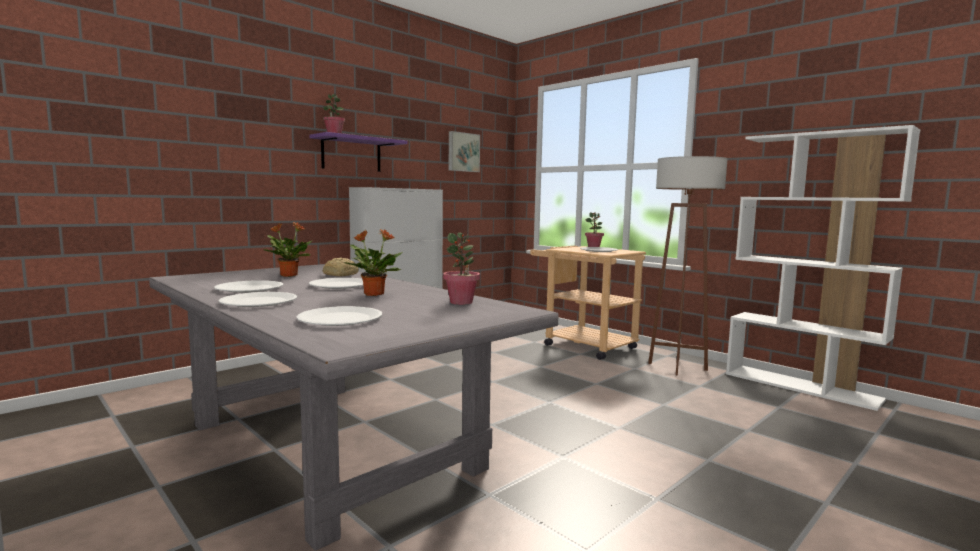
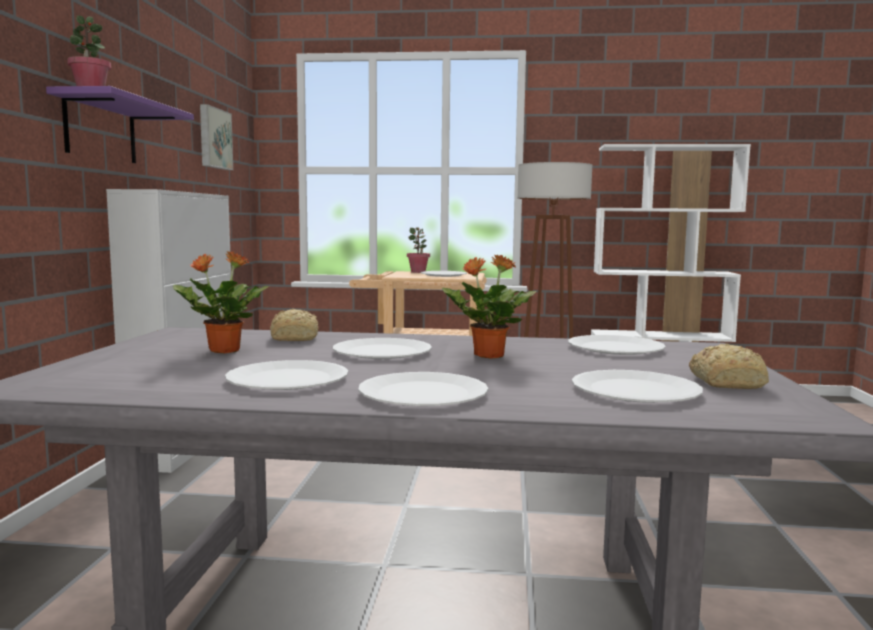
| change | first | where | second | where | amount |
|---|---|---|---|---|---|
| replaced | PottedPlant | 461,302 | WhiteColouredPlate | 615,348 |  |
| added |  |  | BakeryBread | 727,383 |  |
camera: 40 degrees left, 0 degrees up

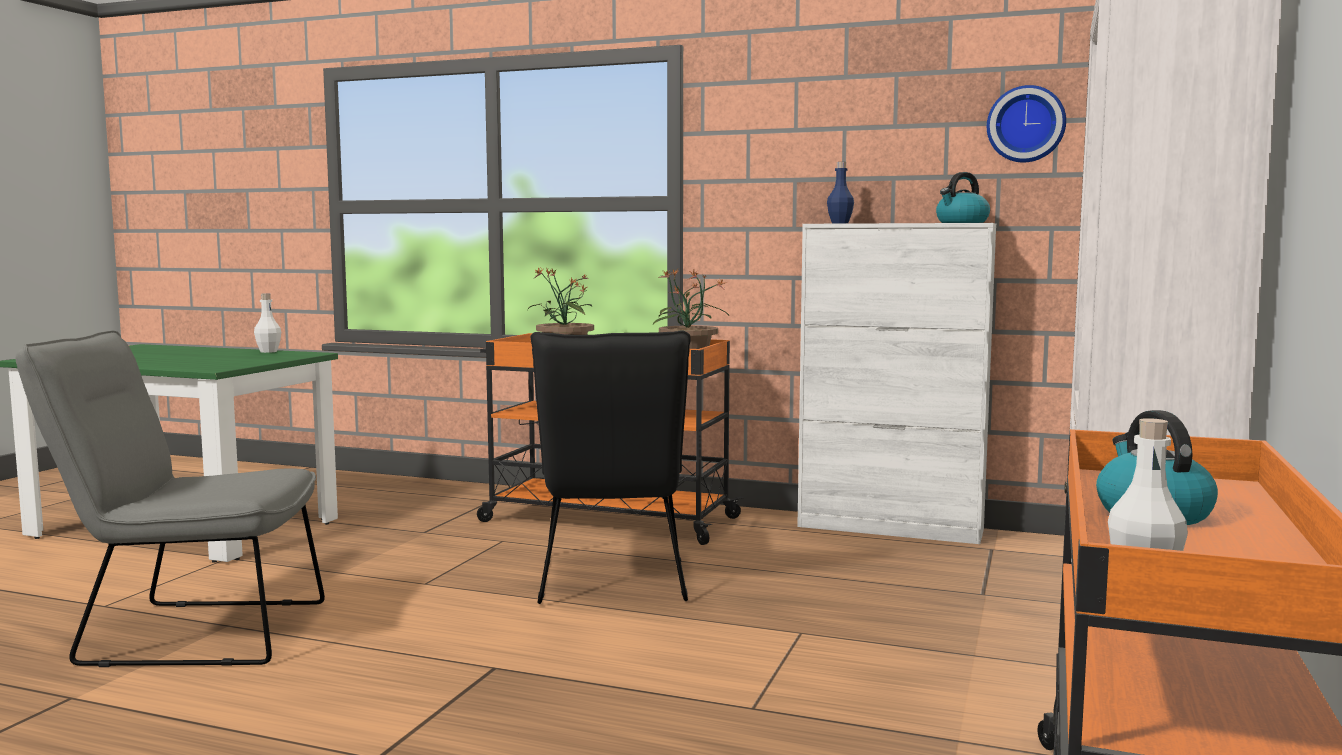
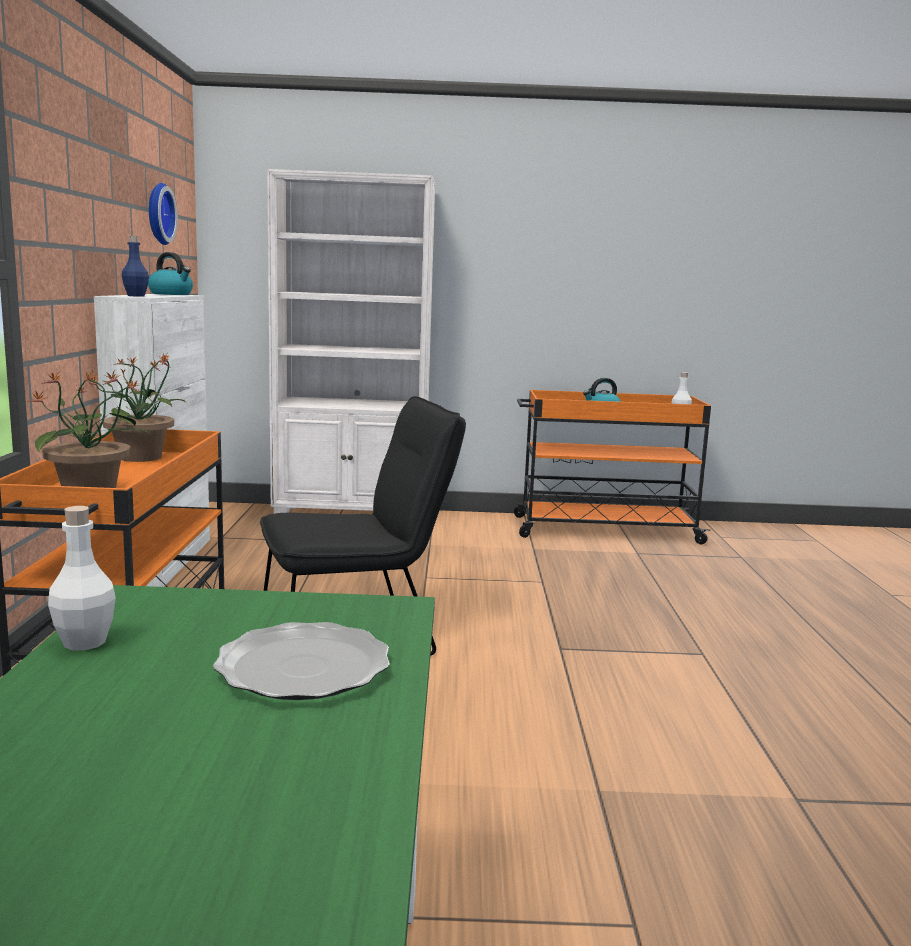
| change | first | where | second | where | amount |
|---|---|---|---|---|---|
| removed | GreyishPlainChair | 189,633 |  |  |  |
| added |  |  | Plate | 303,668 |  |
camera: 110 degrees left, 5 degrees up

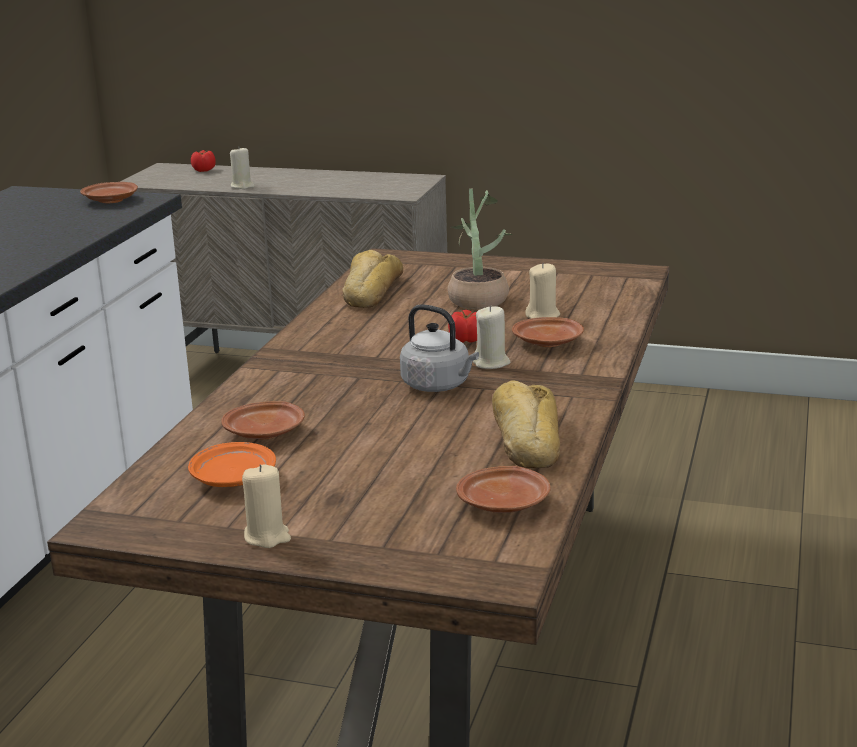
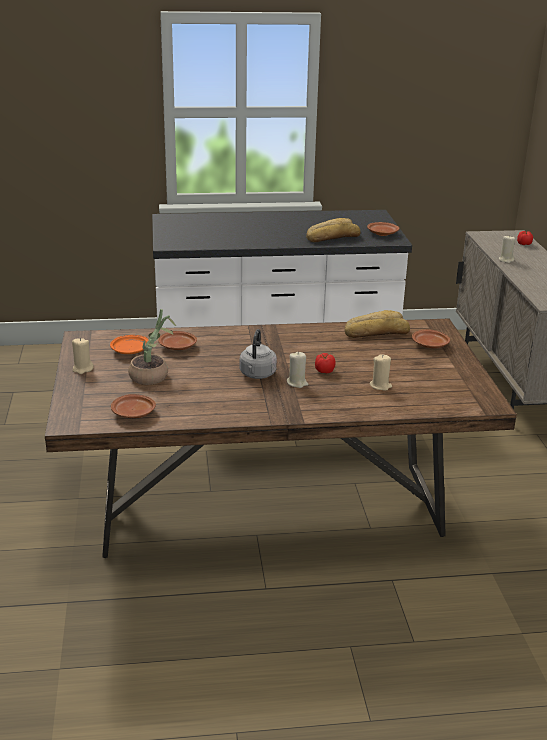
| change | first | where | second | where | amount |
|---|---|---|---|---|---|
| moved | PottedPlant | 477,298 |  | 153,376 |  |
| moved | BakeryBread | 525,438 |  | 332,237 |  |
| moved | BrownColouredPlate | 549,342 |  | 430,345 |  |
camera: 65 degrees right, 5 degrees up

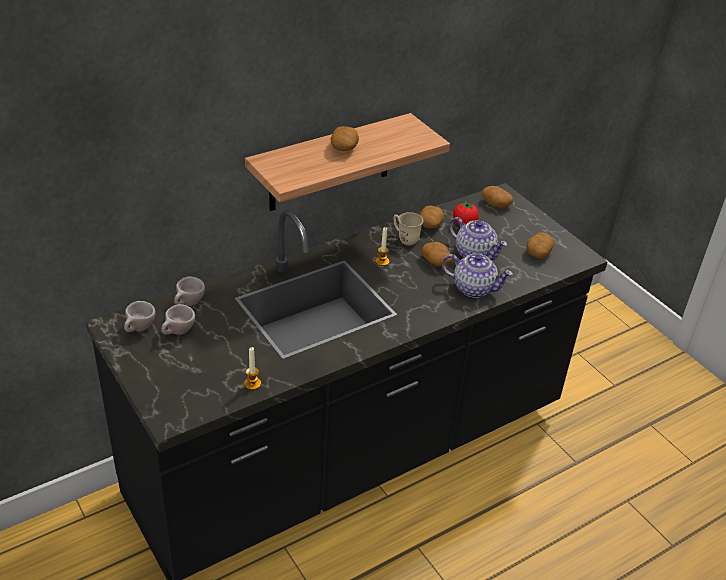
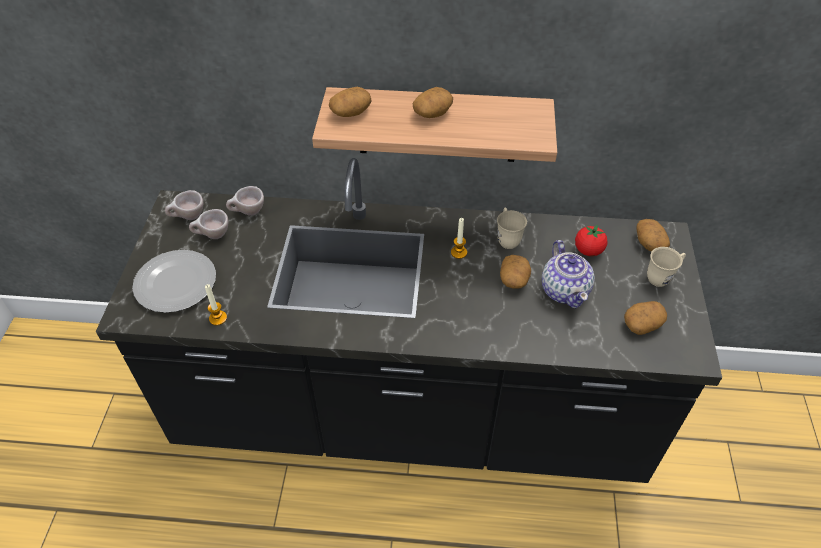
| change | first | where | second | where | amount |
|---|---|---|---|---|---|
| moved | Spud | 430,225 |  | 351,112 |  |
| removed | PotForTea | 473,288 |  |  |  |
| added |  |  | Plate | 176,282 |  |
| added |  |  | BeigeColouredMug | 662,277 |  |
camera: 40 degrees right, 10 degrees up

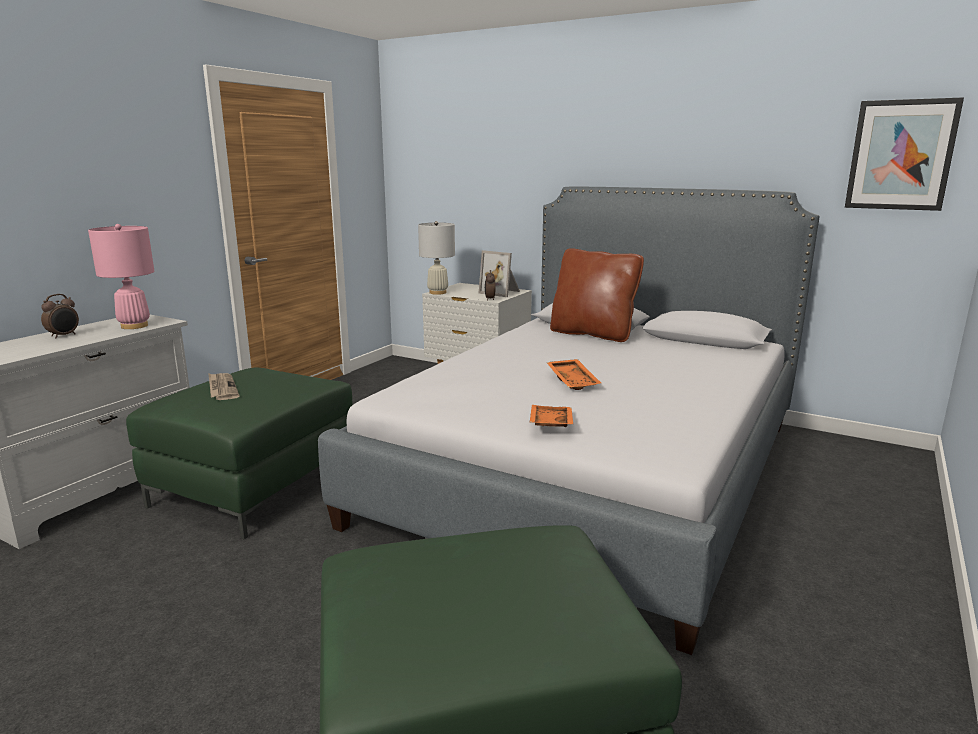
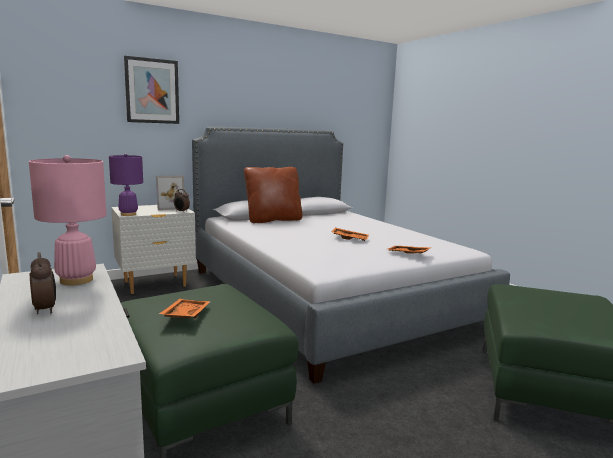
| change | first | where | second | where | amount |
|---|---|---|---|---|---|
| replaced | Newspaper | 222,388 | OrangeyCarryingTray | 185,315 |  |
| recoloured | WhiteColouredLampForATable | 438,292 | PurpleLampForATable | 128,214 |  |
| moved | WallPicture | 900,155 |  | 152,91 |  |
camera: 60 degrees left, 5 degrees down

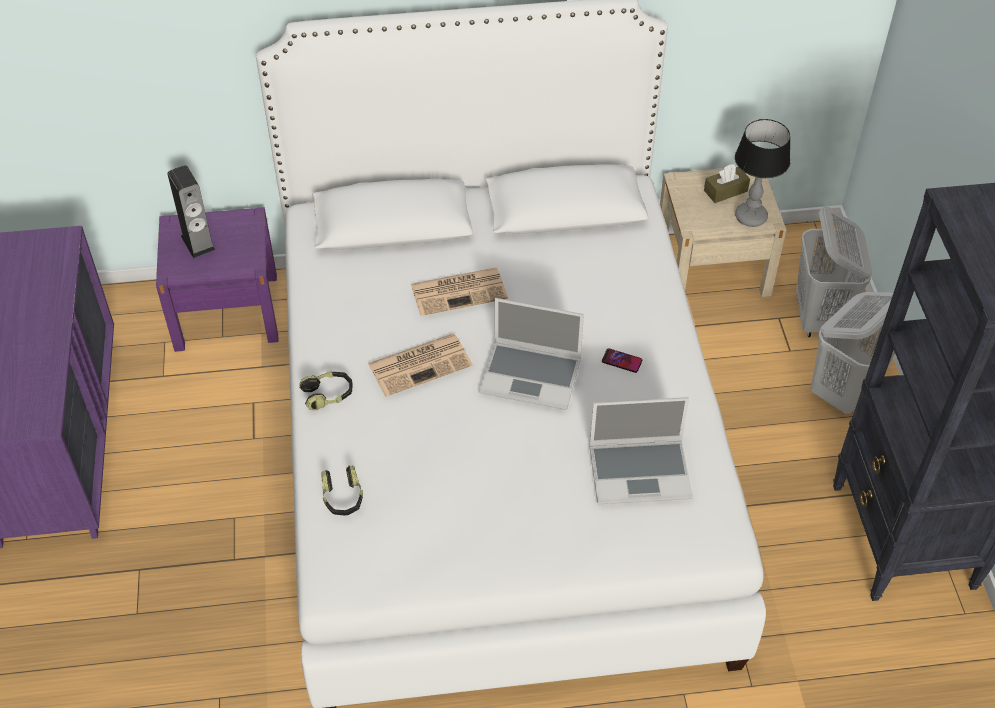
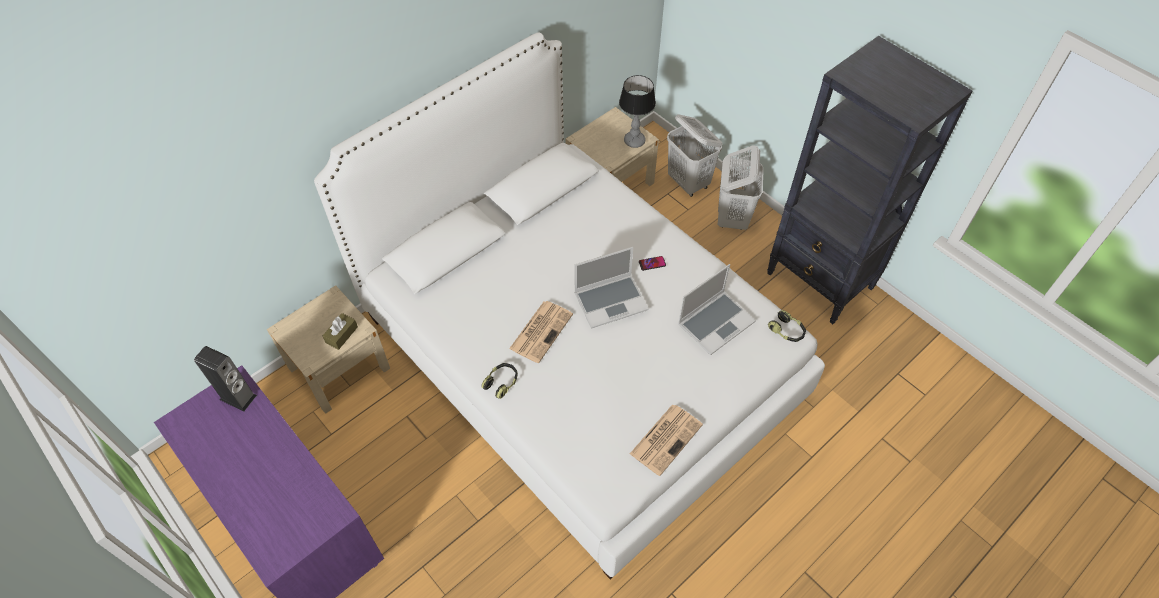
| change | first | where | second | where | amount |
|---|---|---|---|---|---|
| recoloured | PurpleNightstand | 226,311 | BeigeColouredNightstand | 339,368 |  |
| moved | AudioSpeaker | 198,243 |  | 238,397 |  |
| moved | Headphones | 343,497 |  | 786,331 |  |
| moved | Newspaper | 460,291 |  | 666,438 |  |
| moved | BrownColouredTissueHolder | 725,191 |  | 341,335 |  |
camera: 35 degrees left, 5 degrees up

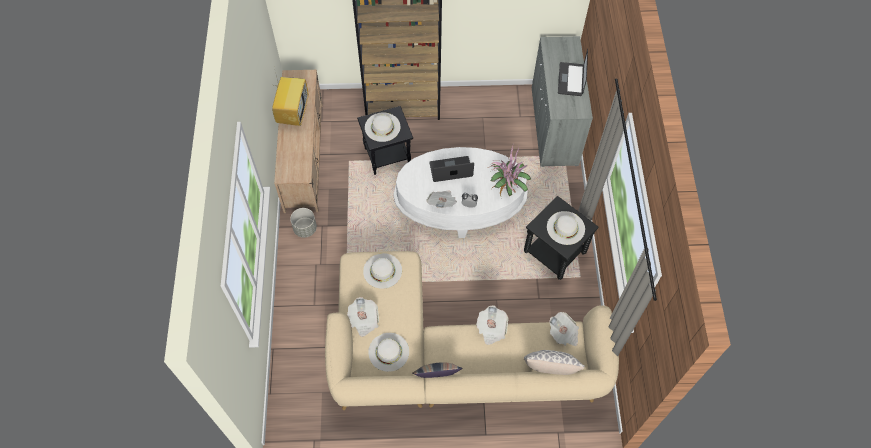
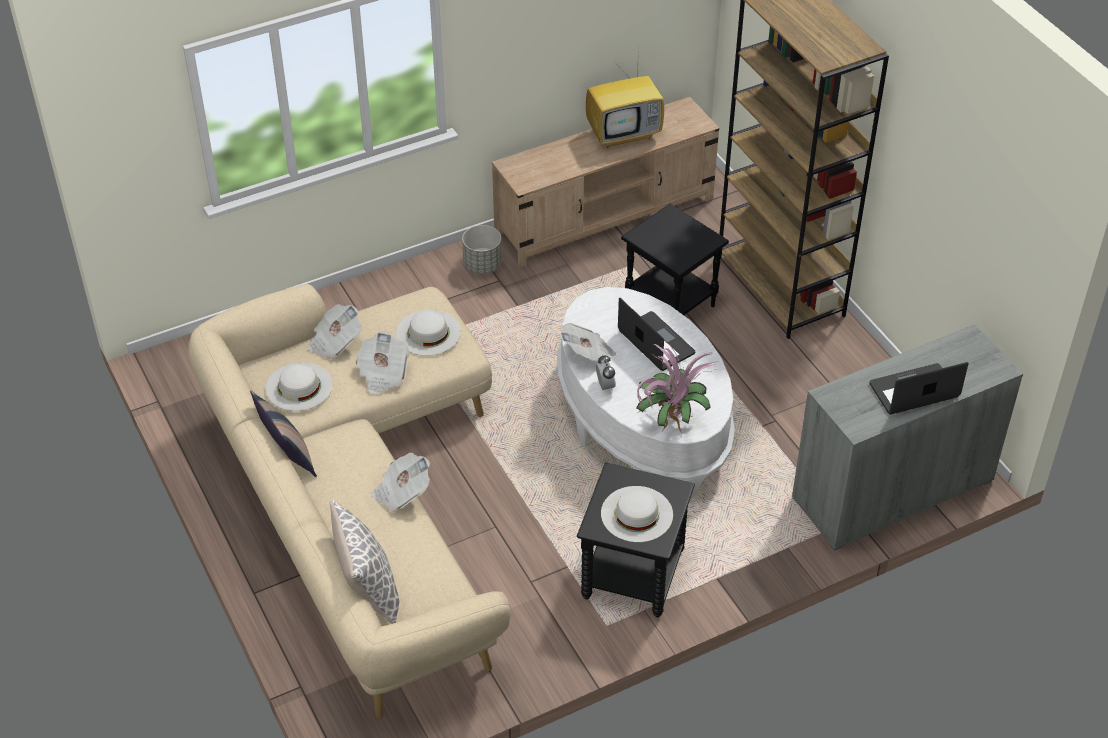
| change | first | where | second | where | amount |
|---|---|---|---|---|---|
| removed | WhiteColouredWearableHat | 382,127 |  |  |  |
| moved | Newspaper | 563,333 |  | 383,374 |  |
camera: 65 degrees right, 15 degrees down

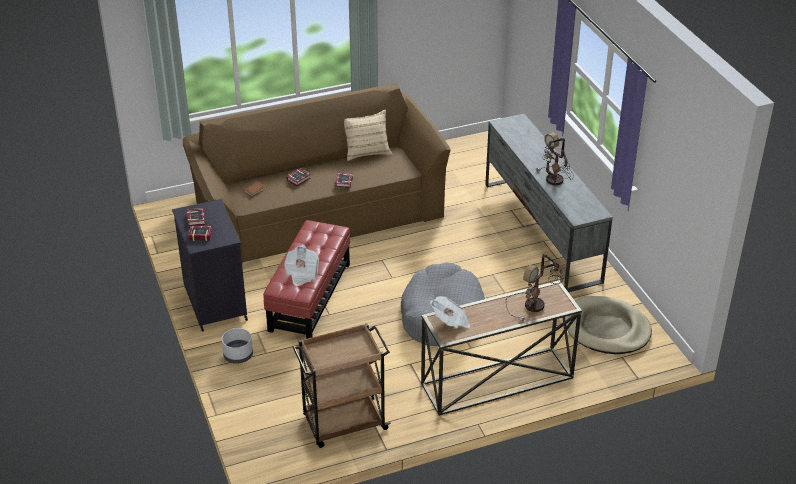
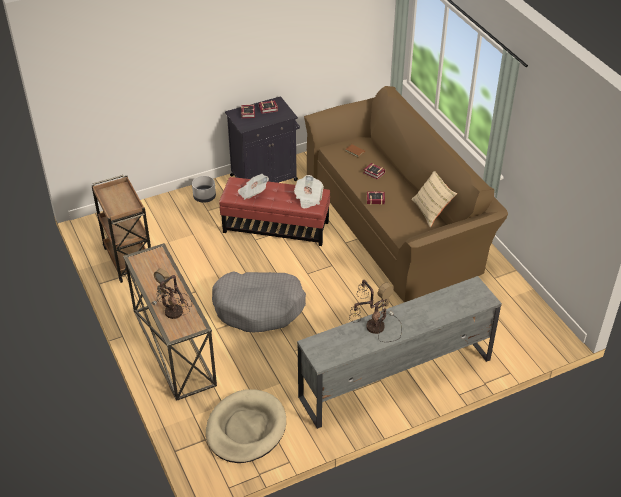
| change | first | where | second | where | amount |
|---|---|---|---|---|---|
| moved | Newspaper | 450,321 |  | 308,198 |  |
camera: 85 degrees right, 5 degrees up

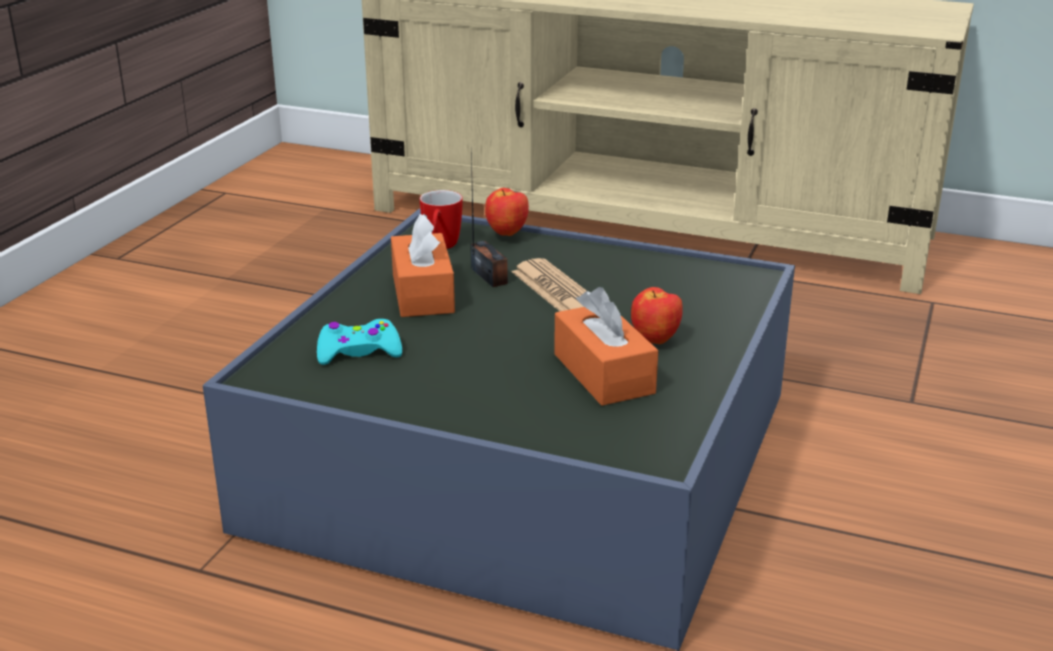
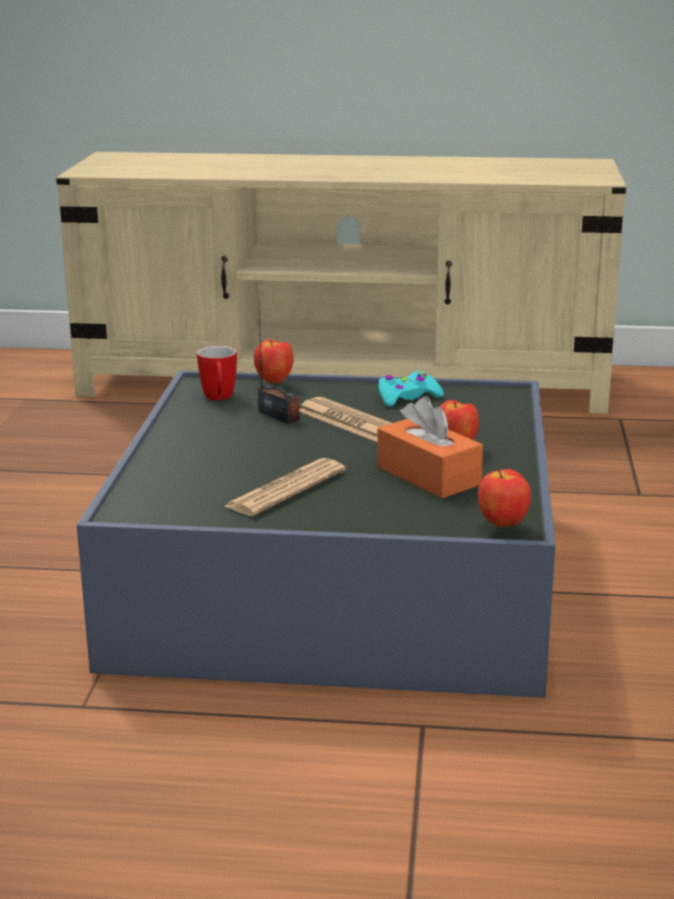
| change | first | where | second | where | amount |
|---|---|---|---|---|---|
| moved | TurquoiseColouredGameController | 358,352 |  | 407,397 |  |
| removed | OrangeyTissueHolder | 422,293 |  |  |  |
| added |  |  | Newspaper | 286,489 |  |
| added |  |  | WholeApple | 503,524 |  |
camera: 15 degrees left, 5 degrees down

